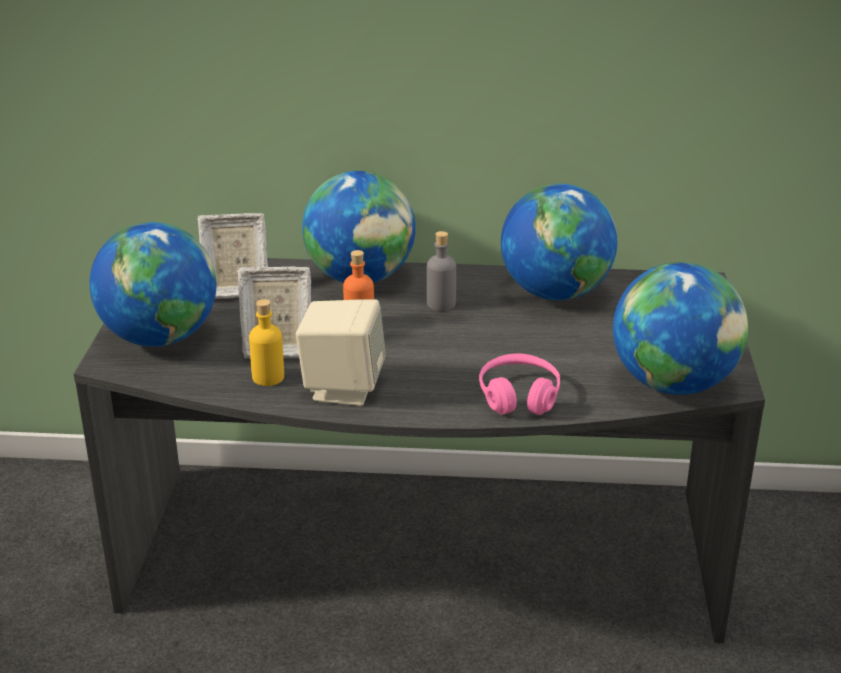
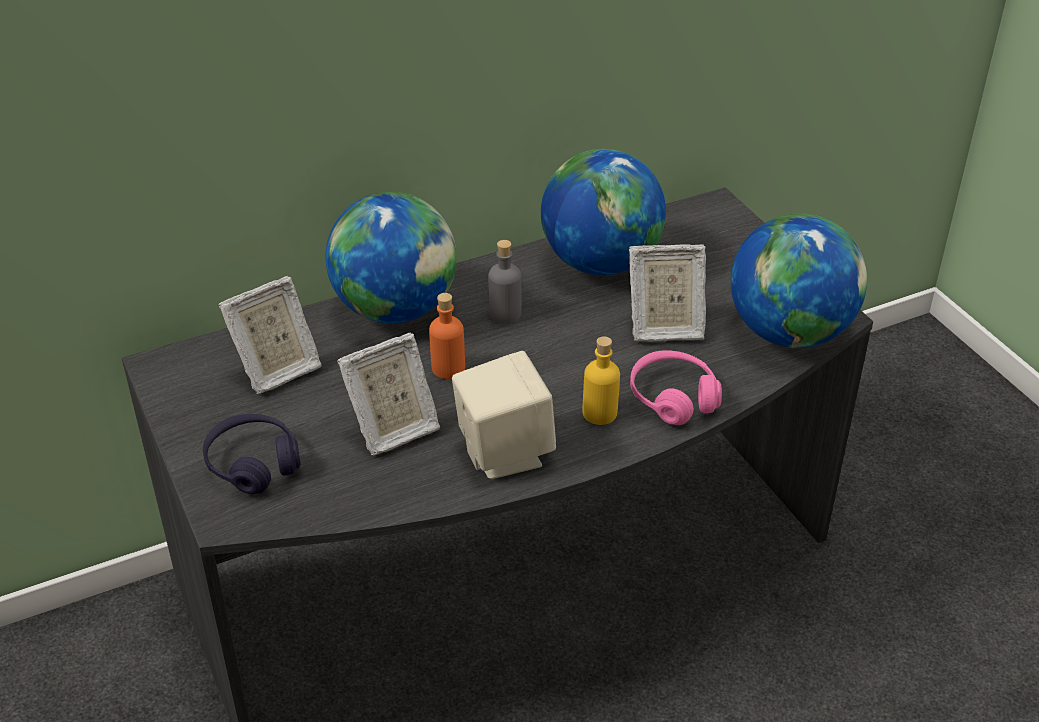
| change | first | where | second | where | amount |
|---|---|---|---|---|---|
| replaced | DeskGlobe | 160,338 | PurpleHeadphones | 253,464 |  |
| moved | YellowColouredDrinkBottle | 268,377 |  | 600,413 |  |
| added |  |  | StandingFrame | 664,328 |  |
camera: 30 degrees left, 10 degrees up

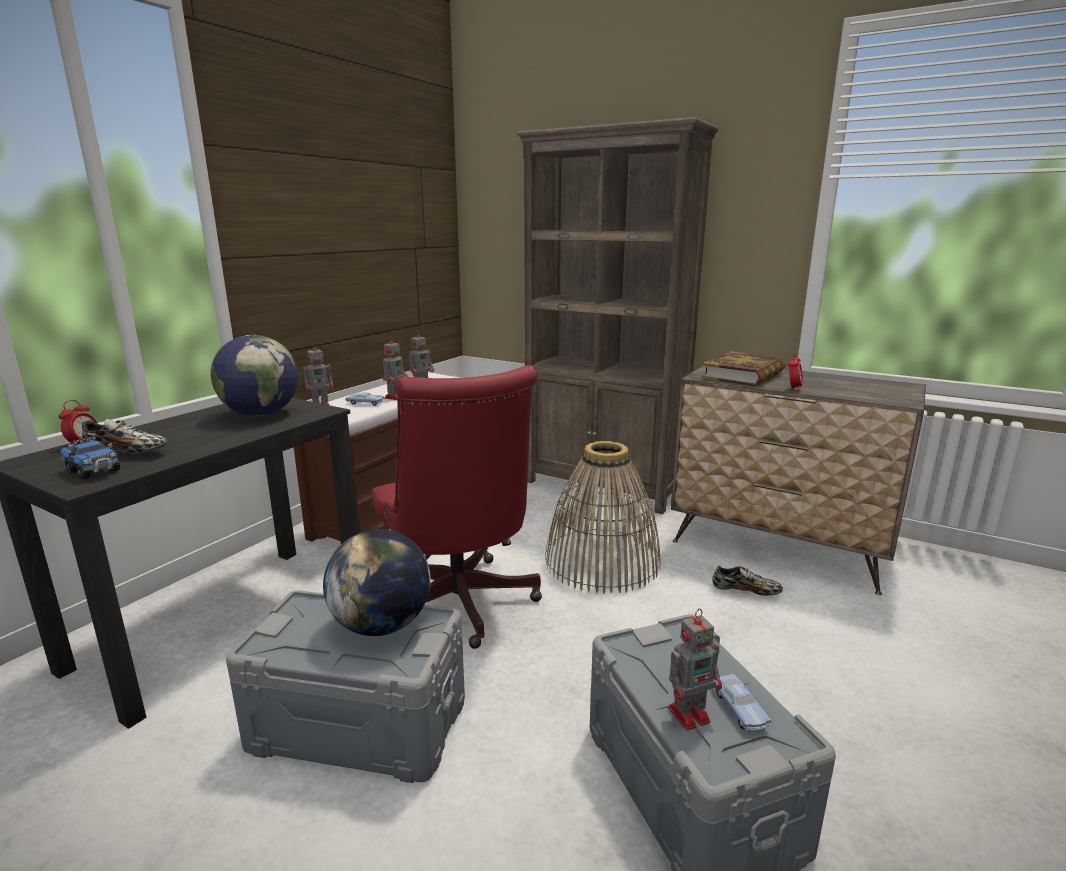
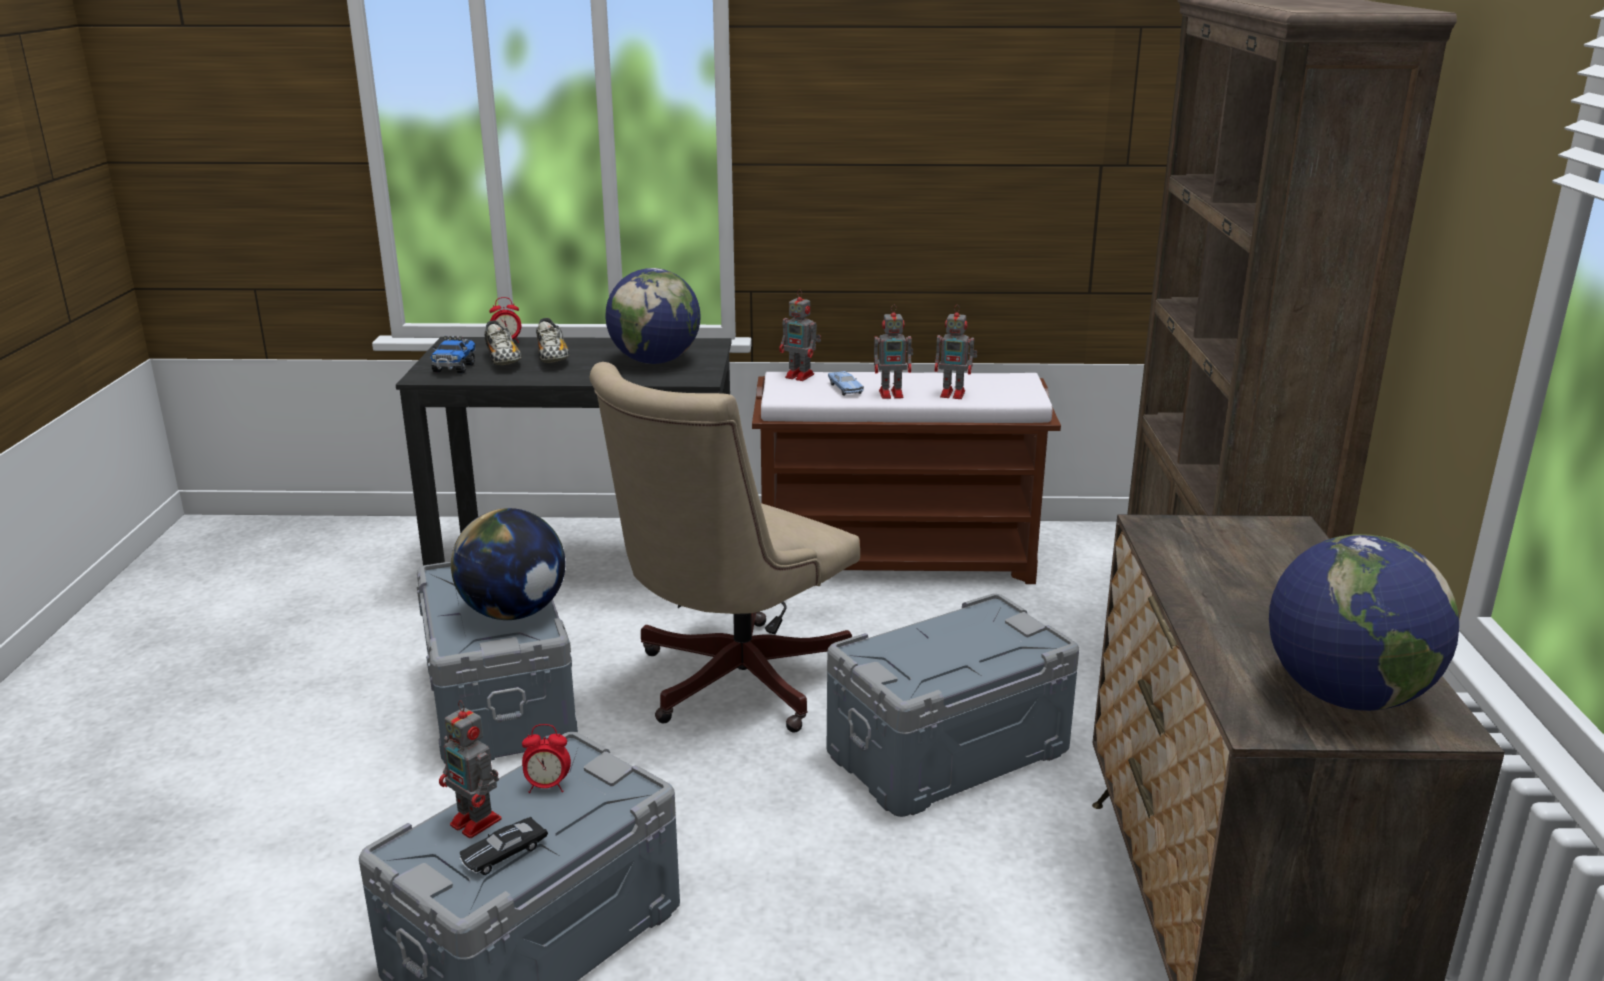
| change | first | where | second | where | amount |
|---|---|---|---|---|---|
| recoloured | RedDeskChair | 459,607 | BeigeColouredDeskChair | 729,684 |  |
| replaced | HouseholdBasket | 602,561 | GreyishStorageBox | 949,753 |  |
| removed | Book | 744,376 |  |  |  |
| moved | ItemOfFootwear | 745,591 |  | 552,358 |  |
| recoloured | BlueColouredToyCar | 739,708 | BlackToyCar | 504,854 |  |
| moved | TableClock | 793,389 |  | 547,786 |  |
| added |  |  | DeskGlobe | 1346,696 |  |
camera: 60 degrees right, 5 degrees up

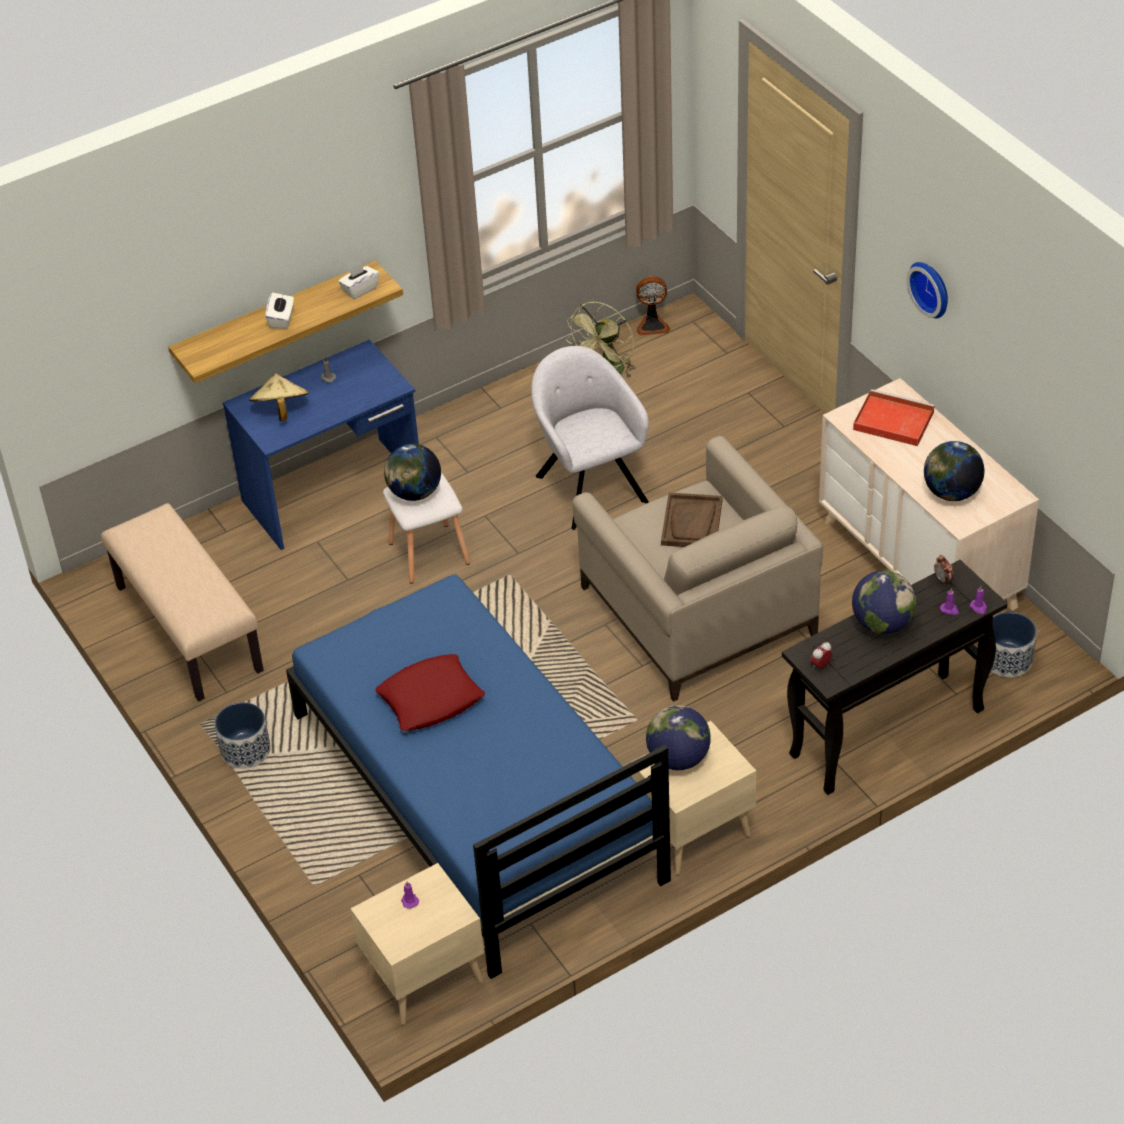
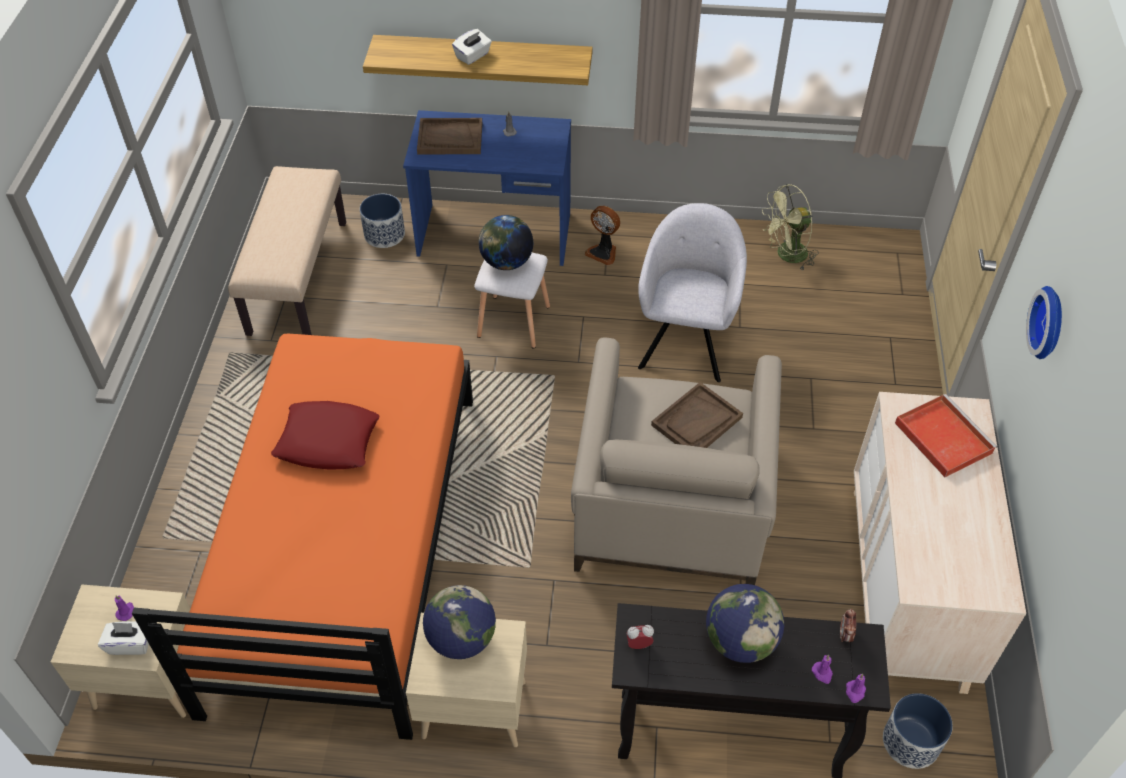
| change | first | where | second | where | amount |
|---|---|---|---|---|---|
| moved | Planter | 246,751 |  | 384,235 |  |
| replaced | BeigeColouredWearableHat | 281,410 | BrownColouredCarryingTray | 450,138 |  |
| recoloured | BlueColouredBedroomBed | 475,796 | OrangeyBedroomBed | 345,546 |  |
| moved | WhiteColouredTissueHolder | 360,289 |  | 130,644 |  |
| moved | ElectricFan | 652,325 |  | 603,252 |  |
| removed | DeskGlobe | 951,493 |  |  |  |
camera: 35 degrees right, 5 degrees up

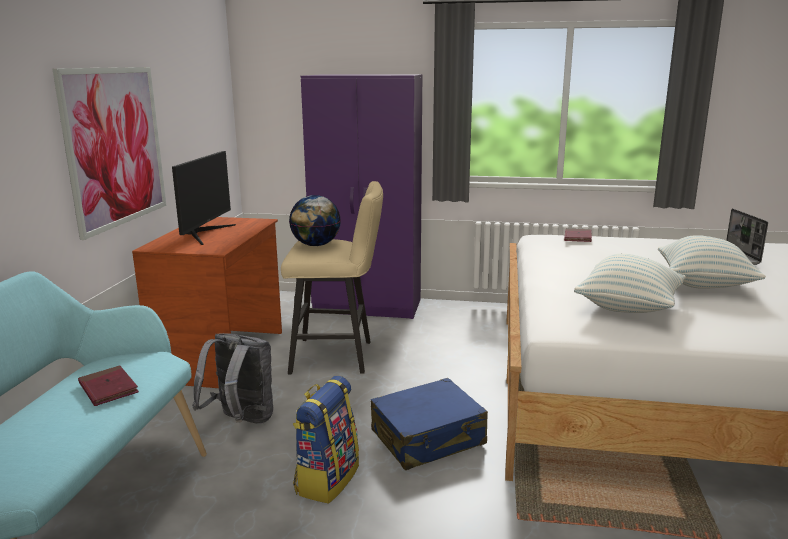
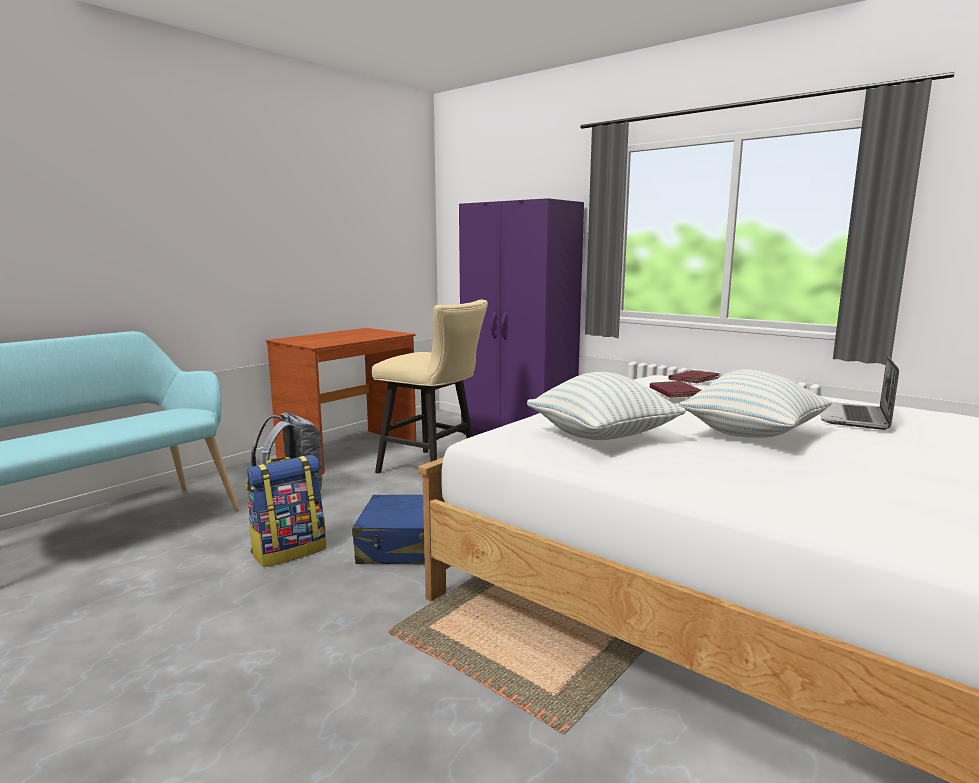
| change | first | where | second | where | amount |
|---|---|---|---|---|---|
| removed | WallPicture | 115,147 |  |  |  |
| moved | RedBook | 108,389 |  | 675,392 |  |
| removed | Monitor | 204,233 |  |  |  |
| removed | DeskGlobe | 315,245 |  |  |  |
camera: 30 degrees right, 5 degrees down

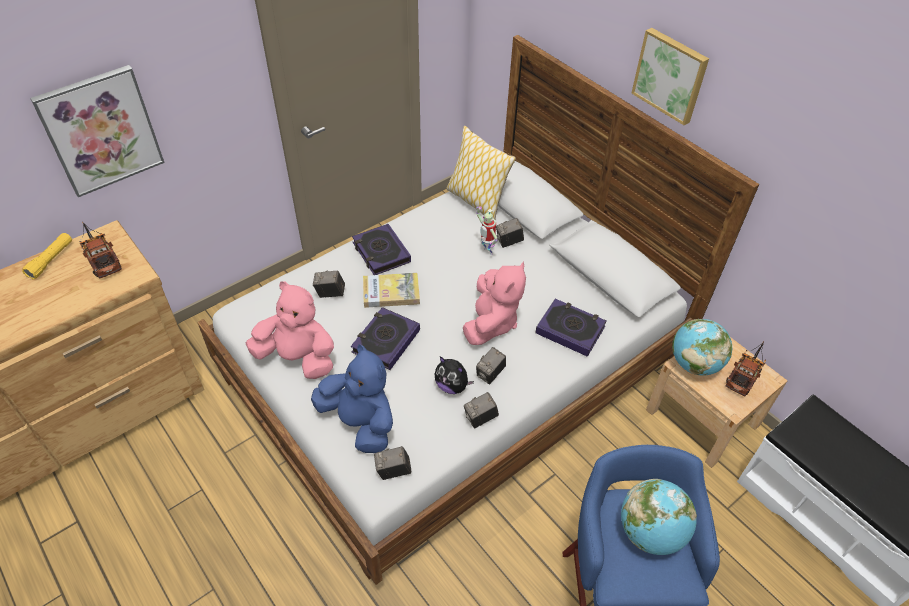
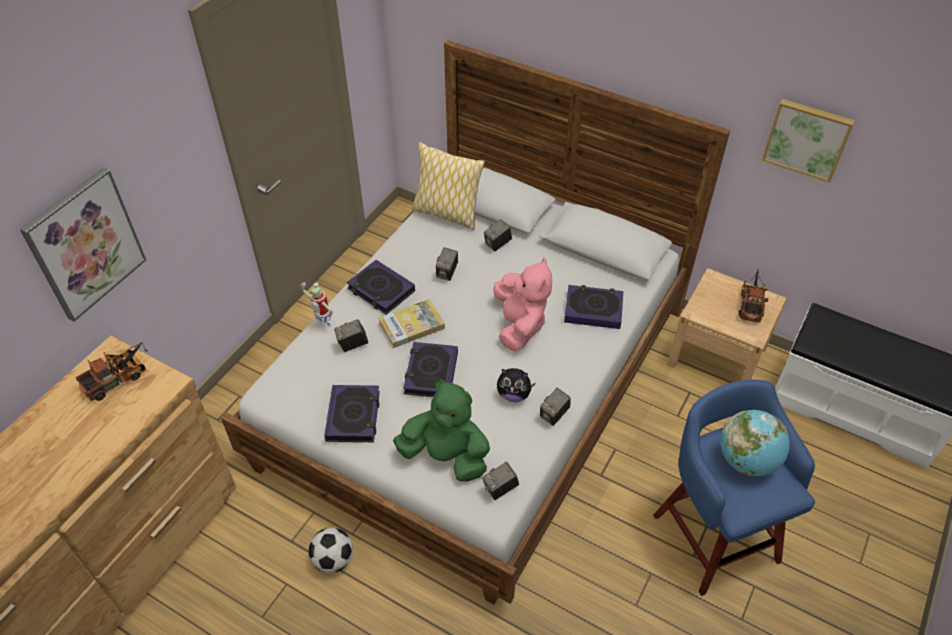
| change | first | where | second | where | amount |
|---|---|---|---|---|---|
| removed | YellowColouredFlashlight | 51,260 |  |  |  |
| turned | ToyTruck | 101,258 |  | 119,378 | 105 degrees clockwise |
| replaced | PinkColouredSoftToy | 298,358 | Book | 353,416 |  |
| recoloured | BlueColouredSoftToy | 360,422 | GreenSoftToy | 446,456 |  |
| moved | RobotFigure | 486,251 |  | 323,325 |  |
| moved | PhotoCamera | 490,374 |  | 447,273 |  |
| moved | WallPicture | 670,75 |  | 807,139 |  |
| removed | DeskGlobe | 694,364 |  |  |  |
| added |  |  | BallForFootball | 333,559 |  |
camera: 20 degrees left, 0 degrees up

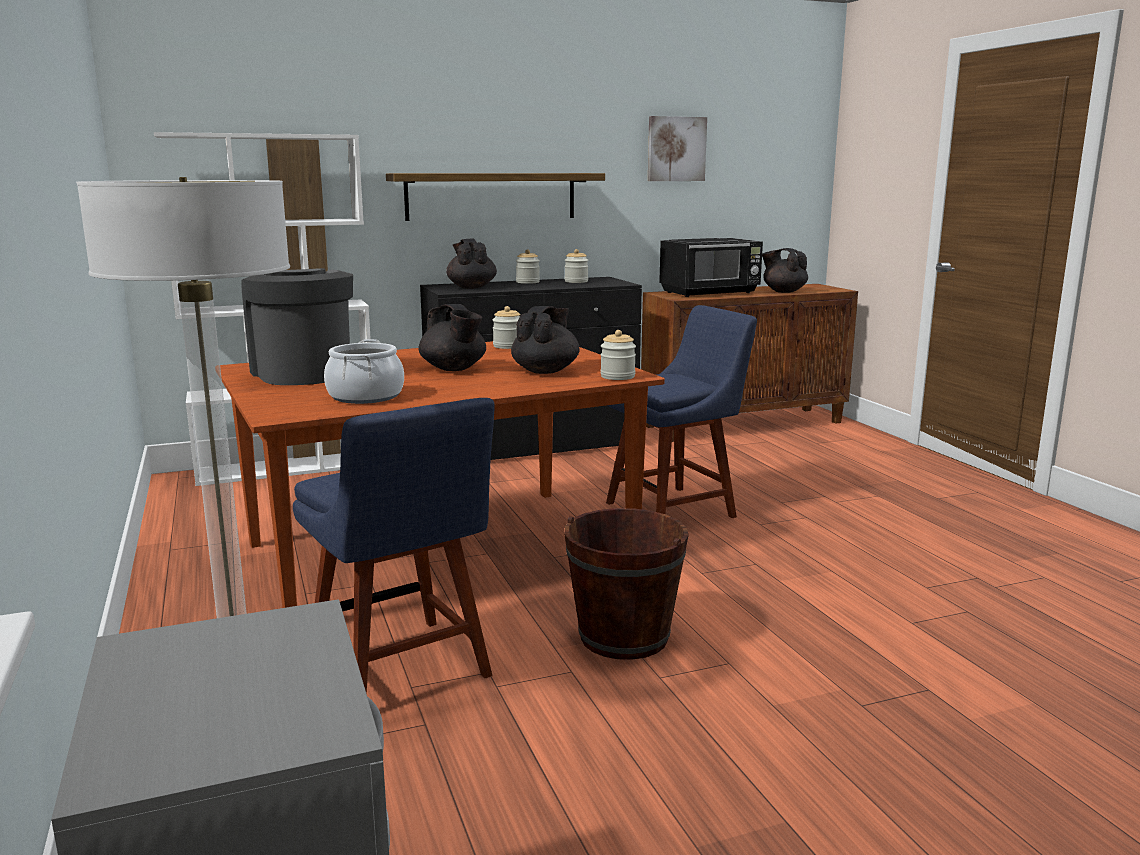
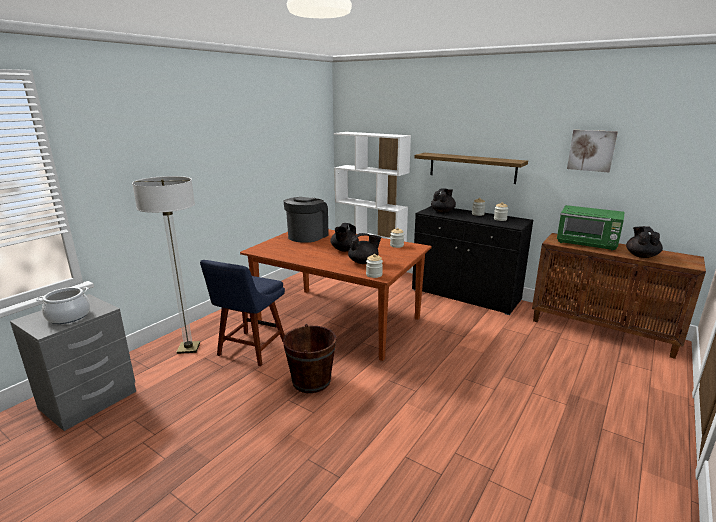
| change | first | where | second | where | amount |
|---|---|---|---|---|---|
| moved | Saucepot | 365,396 |  | 68,316 |  |
| removed | BlueColouredPlainChair | 676,508 |  |  |  |
| recoloured | BlackMicrowaveOven | 710,293 | GreenMicrowaveOven | 587,243 |  |
camera: 55 degrees right, 5 degrees up

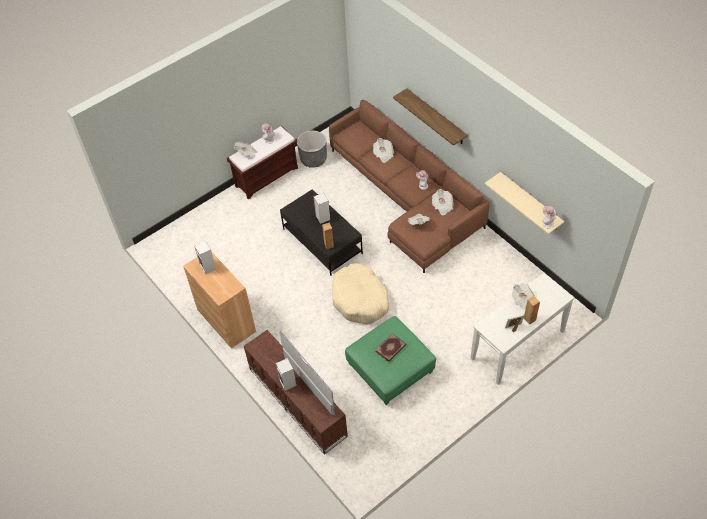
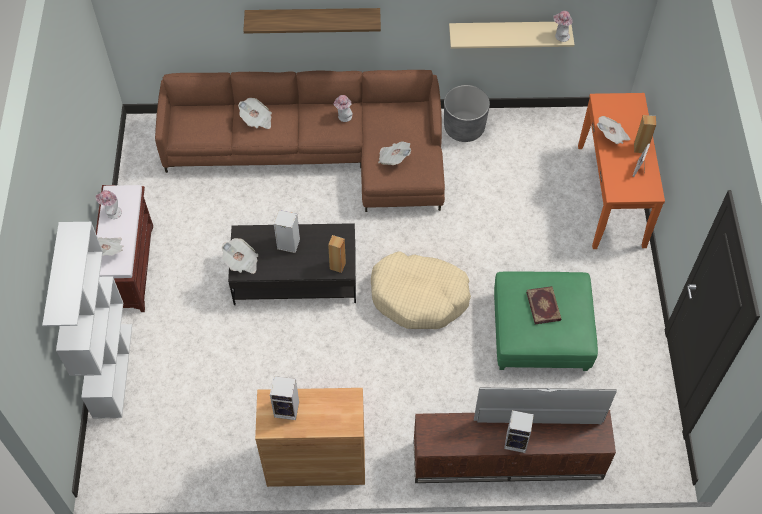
| change | first | where | second | where | amount |
|---|---|---|---|---|---|
| moved | GreyishPlanter | 313,159 |  | 464,128 |  |
| moved | Newspaper | 442,206 |  | 241,262 |  |
| recoloured | WhiteColouredConsoleTable | 518,345 | OrangeyConsoleTable | 611,195 |  |
| added |  |  | WhiteColouredBookcase | 112,370 |  |
camera: 55 degrees left, 5 degrees up

